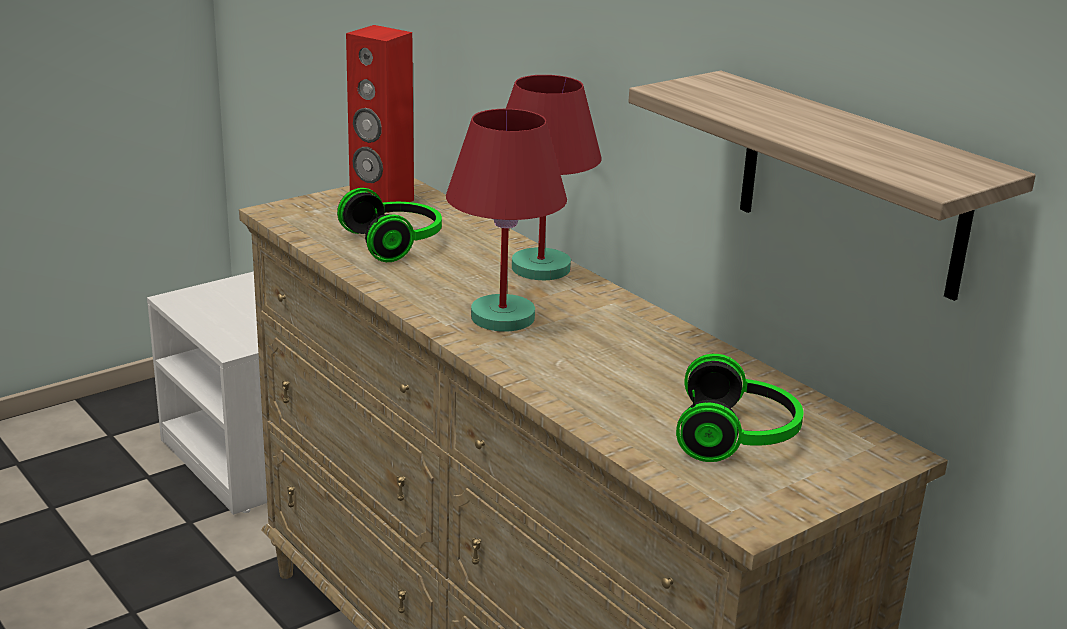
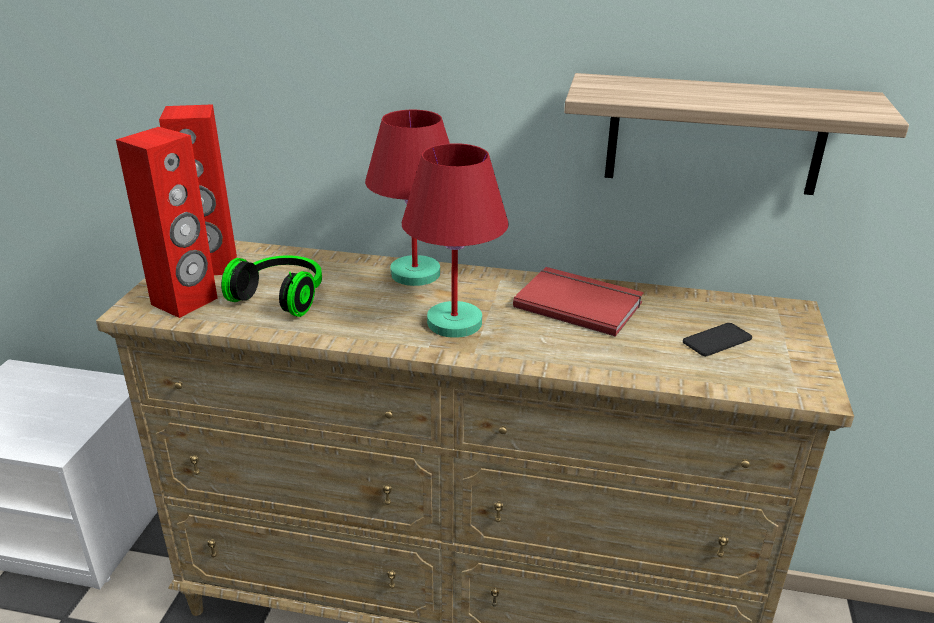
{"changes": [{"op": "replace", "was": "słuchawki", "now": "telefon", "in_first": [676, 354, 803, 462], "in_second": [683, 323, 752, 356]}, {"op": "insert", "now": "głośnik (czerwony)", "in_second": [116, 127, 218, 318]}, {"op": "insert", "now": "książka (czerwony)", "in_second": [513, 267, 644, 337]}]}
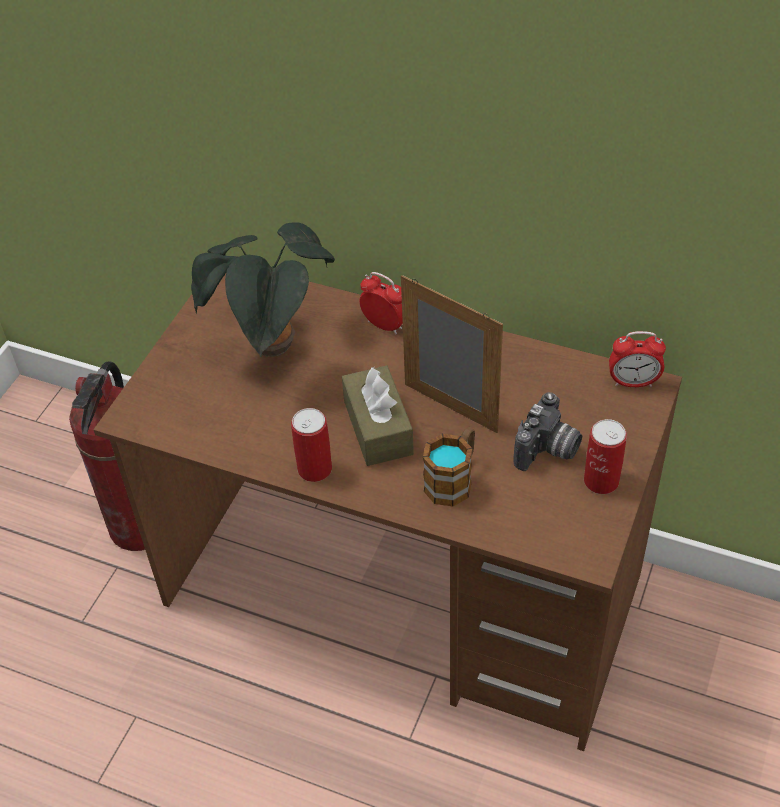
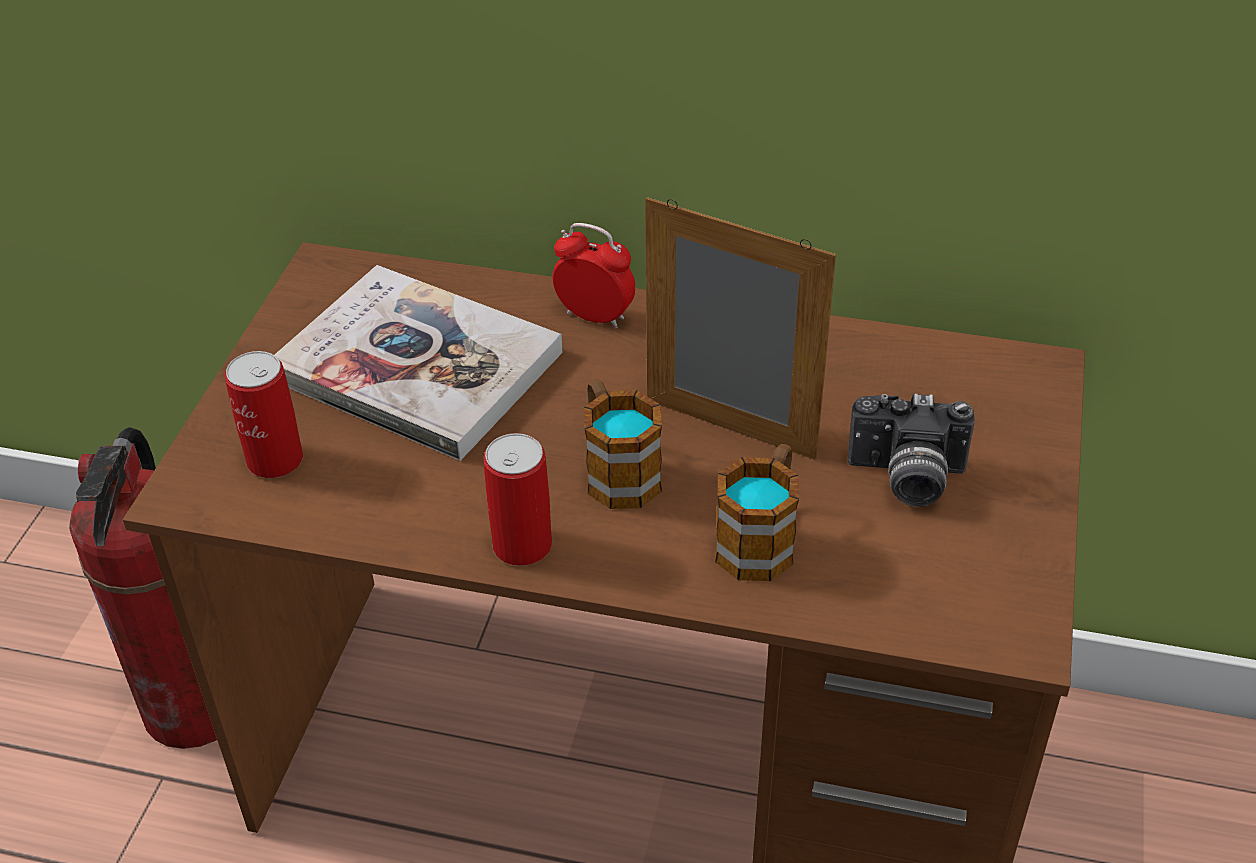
{"changes": [{"op": "replace", "was": "roślina doniczkowa", "now": "książka", "in_first": [191, 223, 335, 357], "in_second": [274, 265, 563, 461]}, {"op": "delete", "was": "budzik", "in_first": [609, 331, 666, 387]}, {"op": "replace", "was": "pudełko chusteczek (brązowy)", "now": "kubek", "in_first": [342, 365, 414, 466], "in_second": [584, 379, 662, 509]}, {"op": "rotate", "was": "aparat fotograficzny", "in_first": [513, 392, 582, 471], "in_second": [848, 394, 975, 507], "clockwise": 75}, {"op": "move", "was": "puszka", "in_first": [584, 419, 627, 494], "in_second": [225, 351, 303, 478]}]}
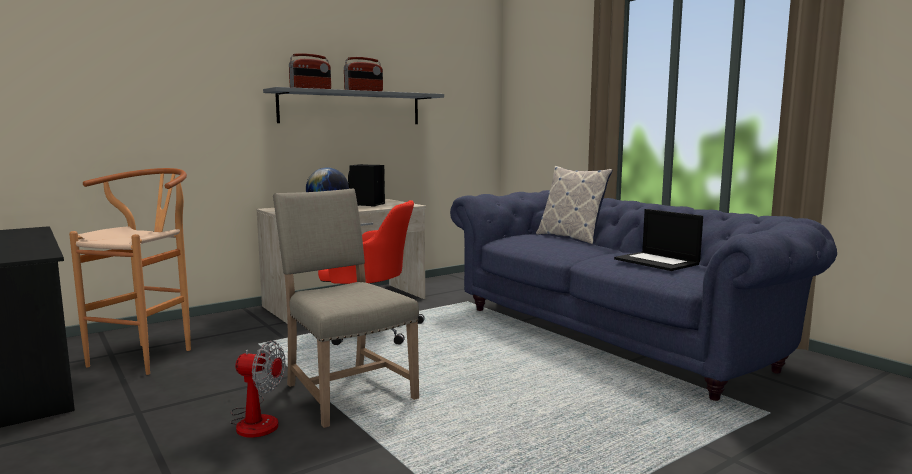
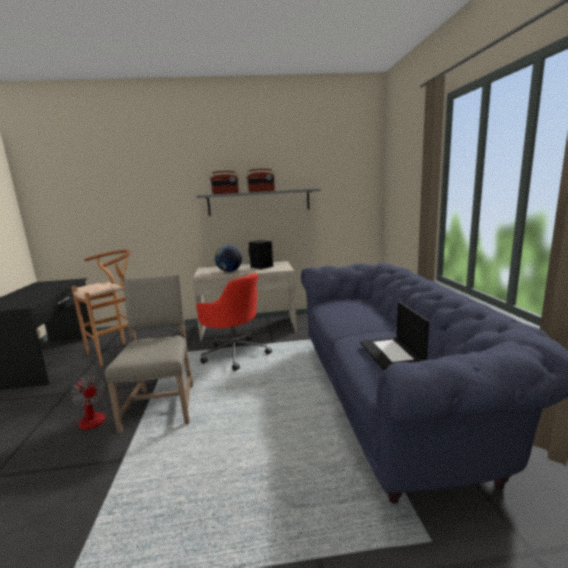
{"changes": [{"op": "delete", "was": "poduszka", "in_first": [536, 166, 612, 244]}]}
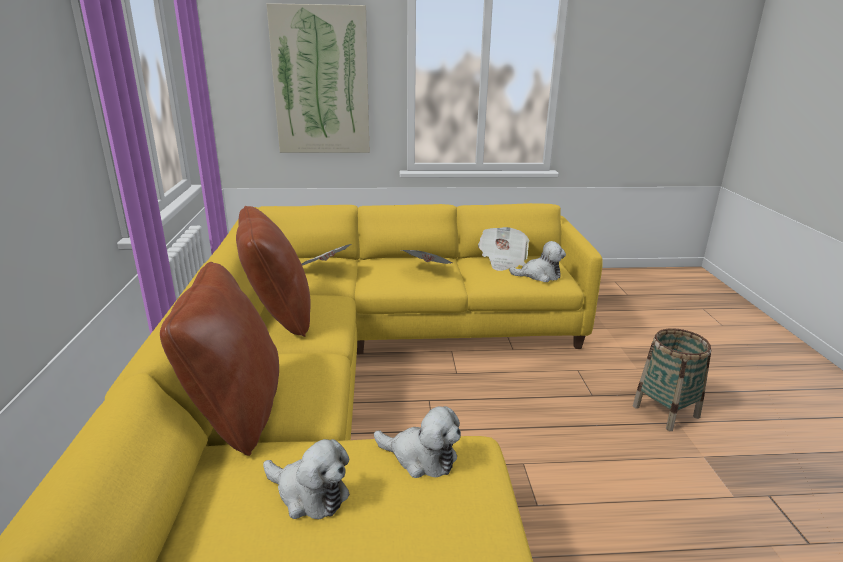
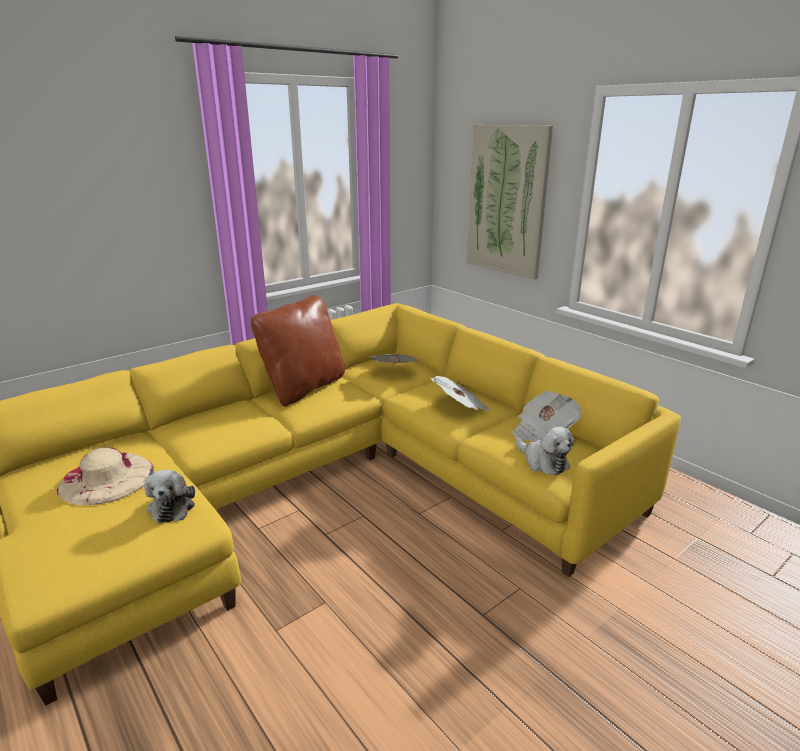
{"changes": [{"op": "delete", "was": "poduszka (brązowy)", "in_first": [160, 262, 279, 456]}, {"op": "delete", "was": "koszyk", "in_first": [633, 328, 711, 431]}, {"op": "replace", "was": "pluszak", "now": "kapelusz (beżowy)", "in_first": [263, 439, 350, 520], "in_second": [57, 448, 154, 505]}]}
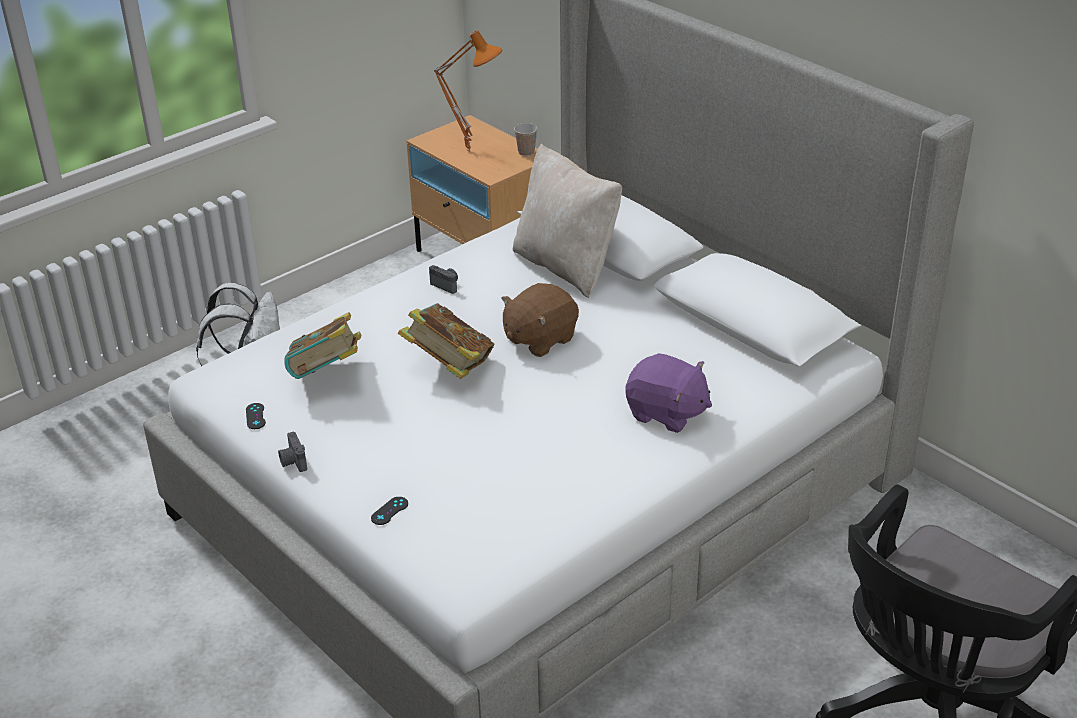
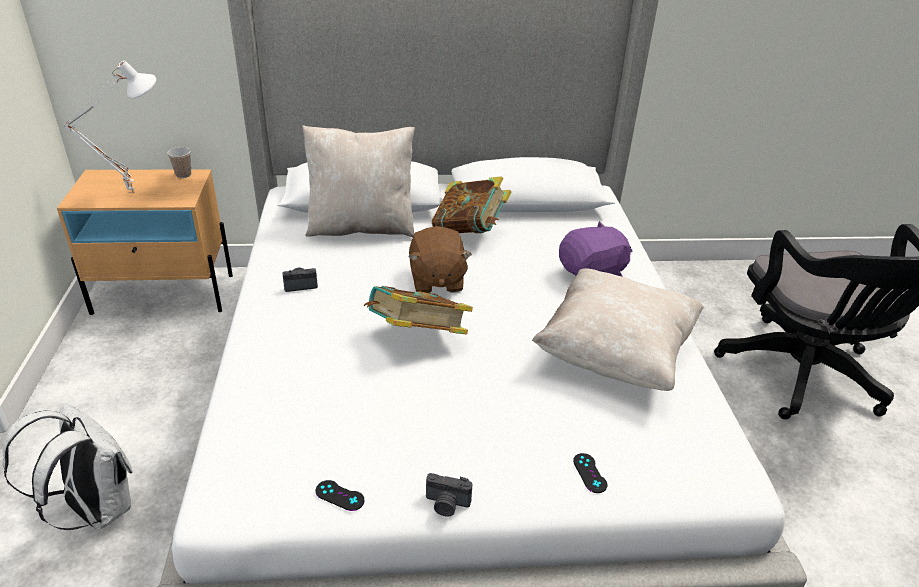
{"changes": [{"op": "recolor", "was": "lampa stołowa (pomarańczowy)", "now": "lampa stołowa (biały)", "in_first": [434, 30, 502, 152], "in_second": [64, 61, 156, 193]}, {"op": "move", "was": "książka", "in_first": [284, 312, 361, 379], "in_second": [432, 176, 511, 233]}, {"op": "insert", "now": "poduszka (beżowy)", "in_second": [532, 268, 704, 391]}]}
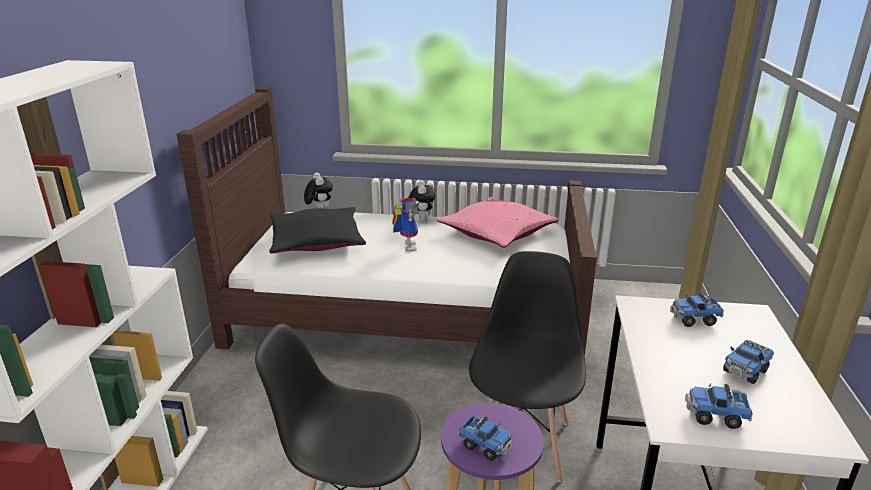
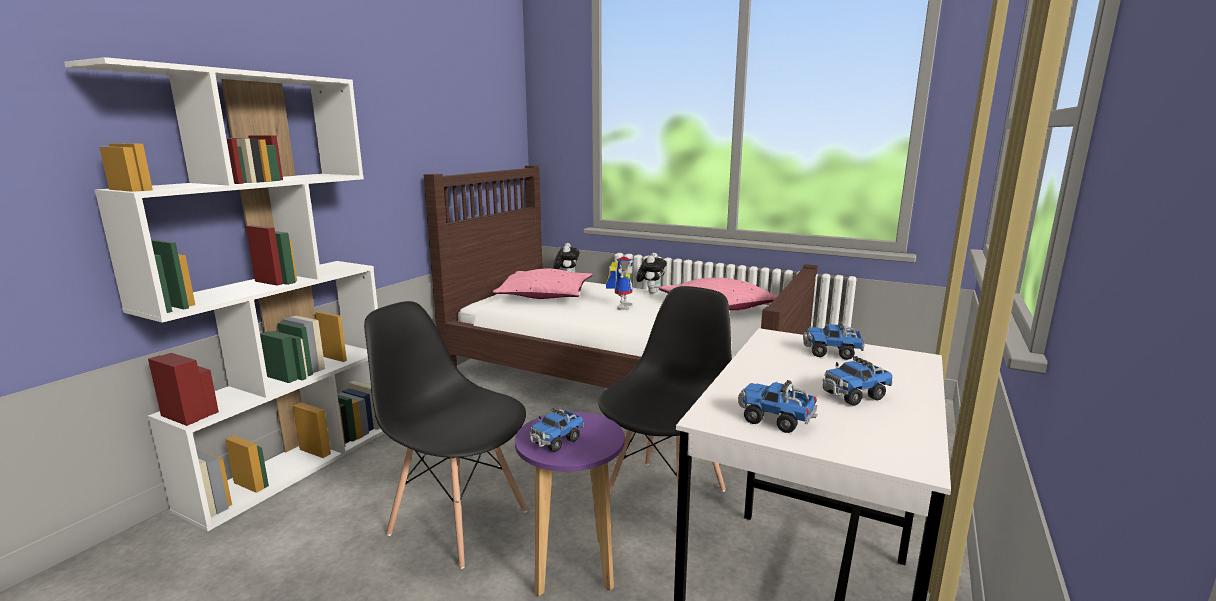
{"changes": [{"op": "recolor", "was": "poduszka (czarny)", "now": "poduszka (różowy)", "in_first": [269, 207, 366, 253], "in_second": [493, 268, 592, 299]}, {"op": "rotate", "was": "ciężarówka zabawkowa", "in_first": [458, 415, 513, 461], "in_second": [530, 408, 584, 452], "clockwise": 75}]}
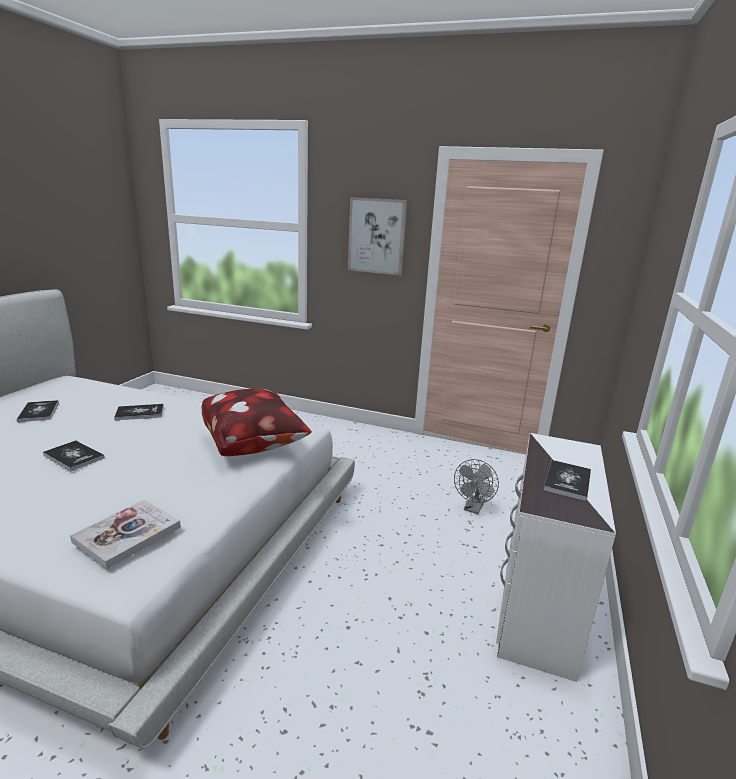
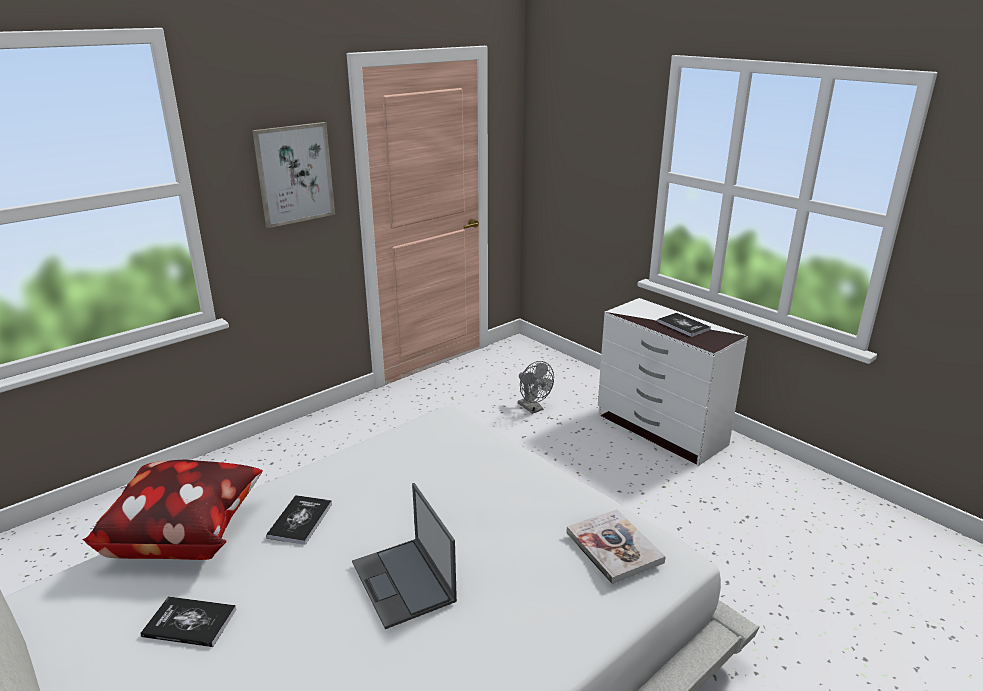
{"changes": [{"op": "move", "was": "poduszka", "in_first": [201, 388, 312, 456], "in_second": [82, 459, 263, 560]}, {"op": "replace", "was": "książka", "now": "laptop", "in_first": [43, 440, 105, 471], "in_second": [352, 483, 457, 629]}]}
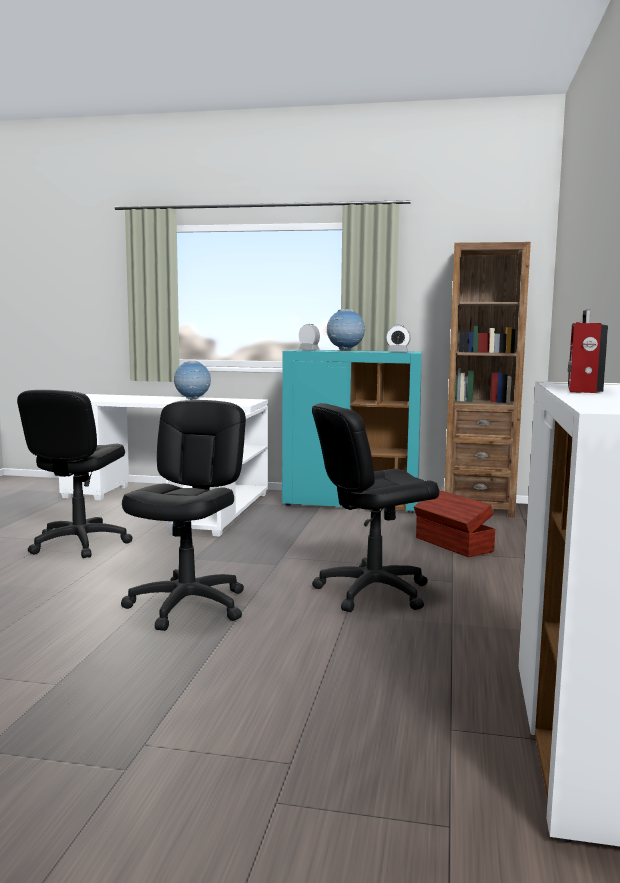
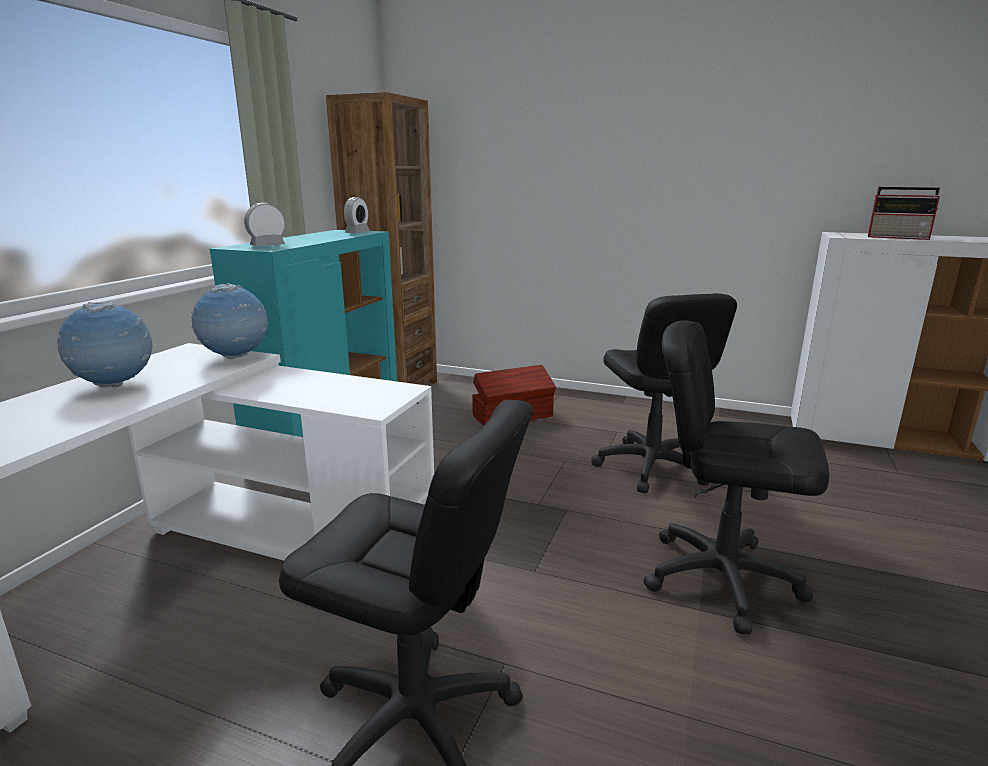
{"changes": [{"op": "move", "was": "globus", "in_first": [327, 309, 365, 351], "in_second": [191, 283, 269, 359]}]}
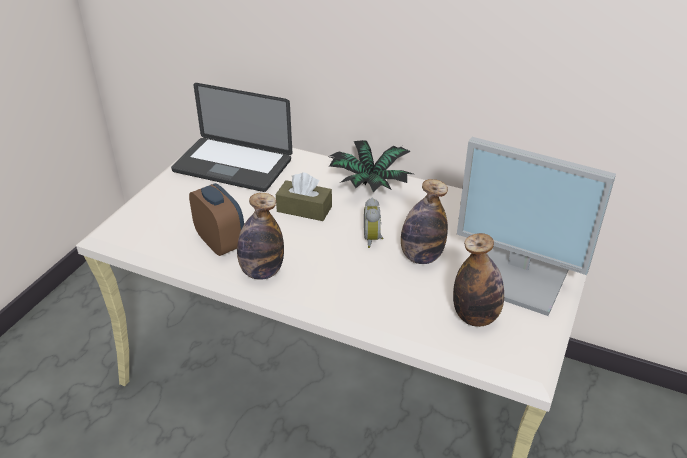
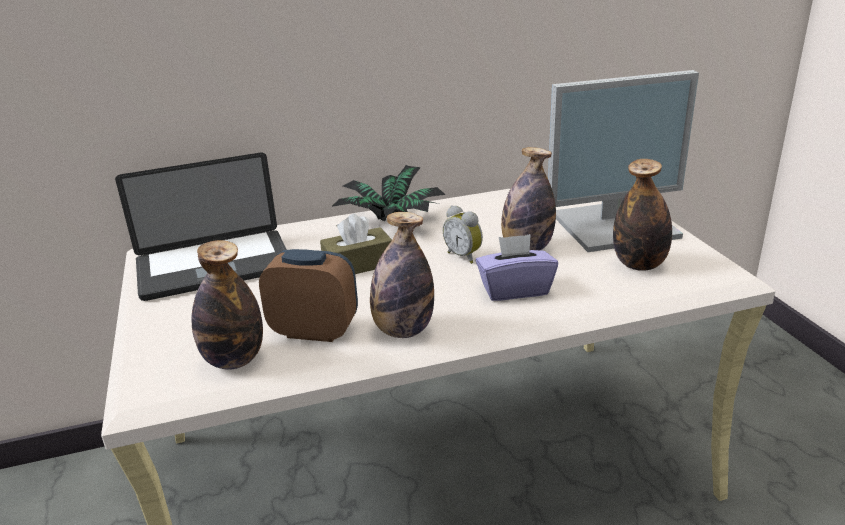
{"changes": [{"op": "insert", "now": "pudełko chusteczek (fioletowy)", "in_second": [476, 234, 558, 301]}, {"op": "insert", "now": "butelka", "in_second": [191, 240, 263, 370]}]}
